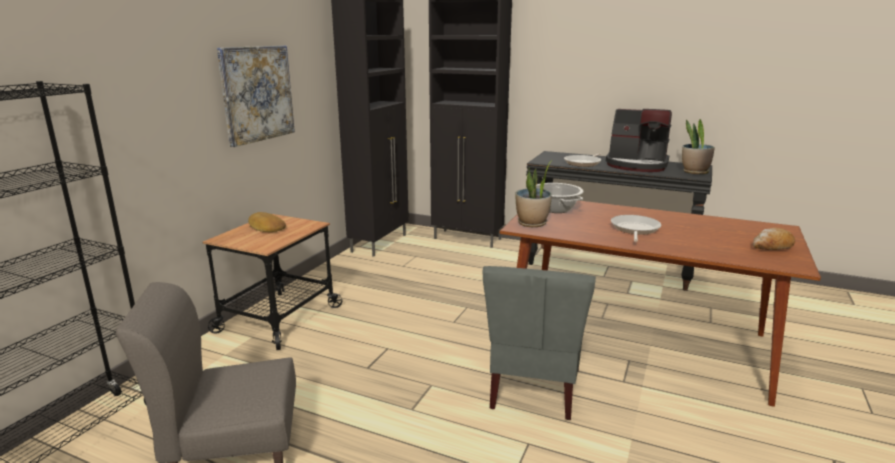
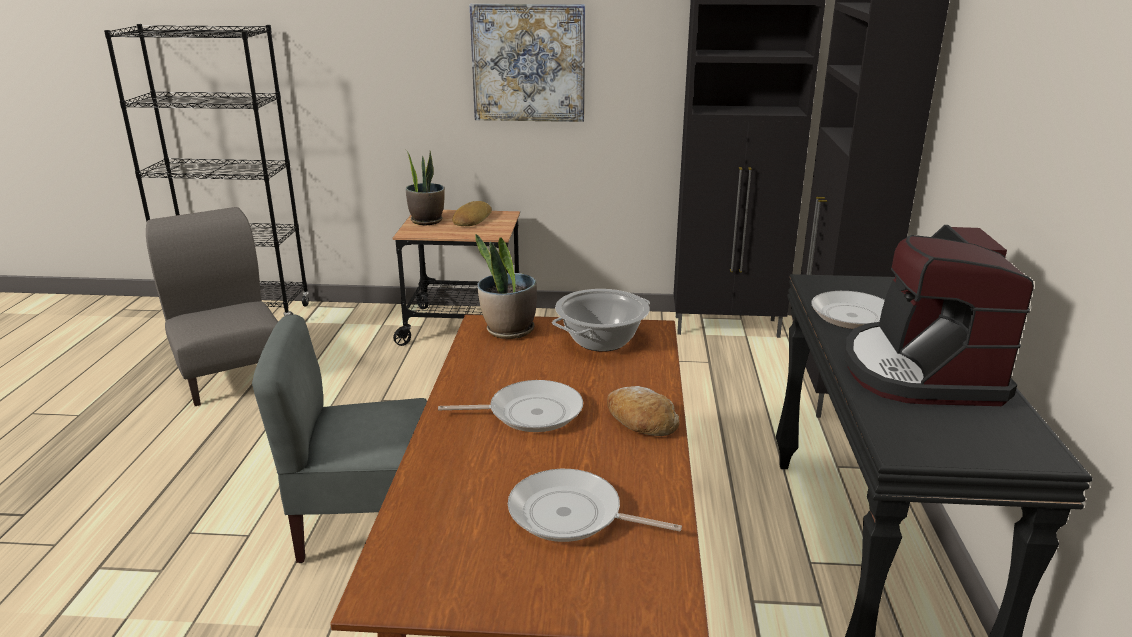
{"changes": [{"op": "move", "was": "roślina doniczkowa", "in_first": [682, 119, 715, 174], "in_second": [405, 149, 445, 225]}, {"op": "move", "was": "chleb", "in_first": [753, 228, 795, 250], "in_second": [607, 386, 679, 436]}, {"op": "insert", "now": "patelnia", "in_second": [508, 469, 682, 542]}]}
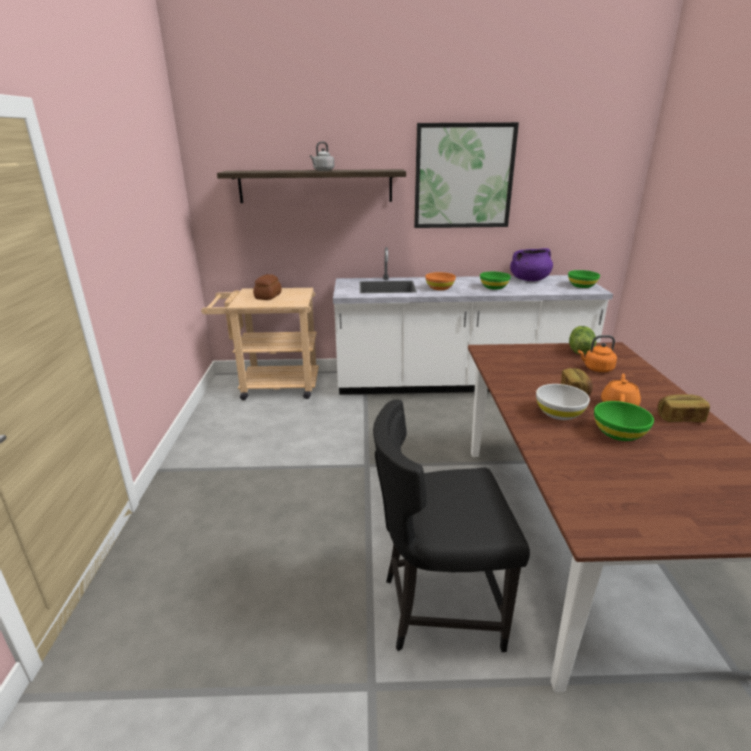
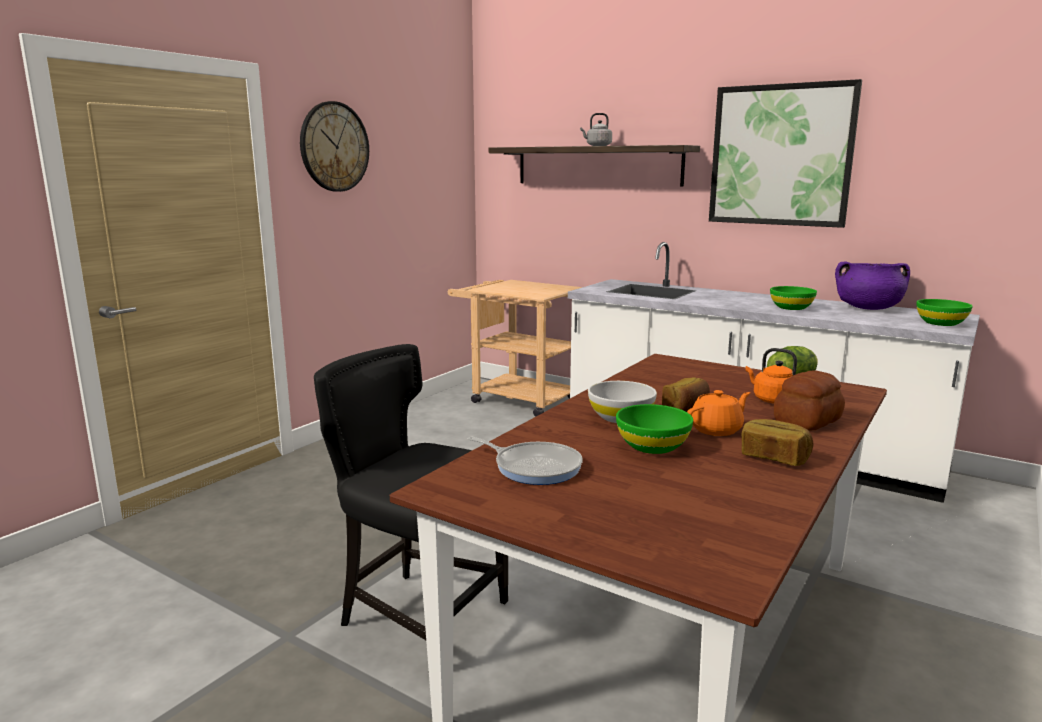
{"changes": [{"op": "delete", "was": "miska (pomarańczowy)", "in_first": [425, 272, 456, 290]}, {"op": "move", "was": "chleb", "in_first": [253, 274, 281, 300], "in_second": [774, 371, 845, 430]}, {"op": "insert", "now": "zegar ścienny", "in_second": [300, 101, 369, 192]}, {"op": "insert", "now": "patelnia", "in_second": [468, 437, 583, 485]}]}
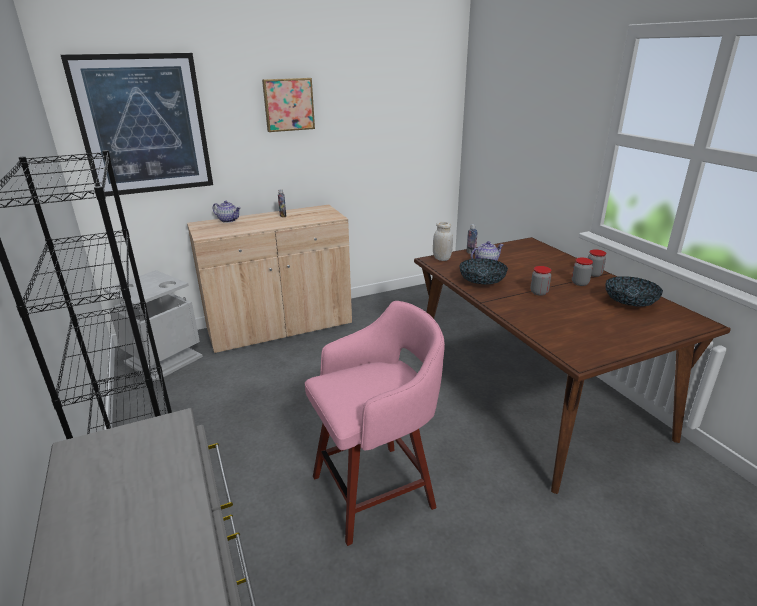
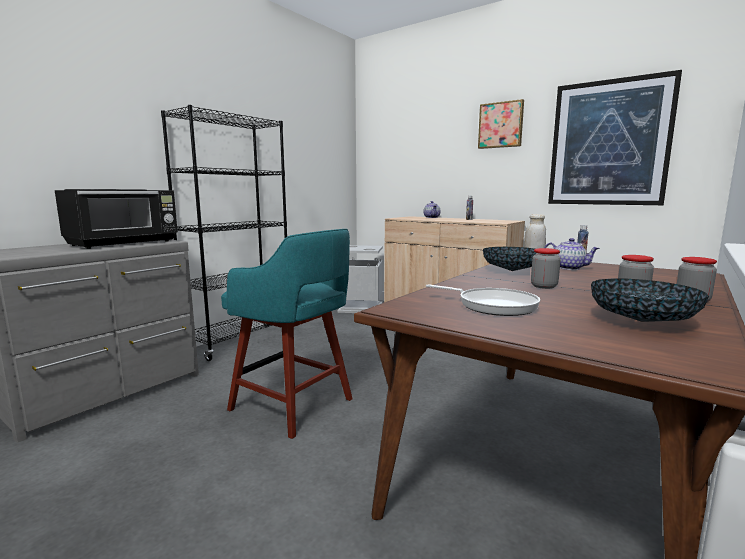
{"changes": [{"op": "move", "was": "obraz", "in_first": [61, 53, 213, 197], "in_second": [548, 70, 682, 205]}, {"op": "recolor", "was": "stołek (różowy)", "now": "stołek (turkusowy)", "in_first": [305, 301, 445, 546], "in_second": [221, 229, 353, 439]}, {"op": "insert", "now": "mikrofalówka (czarny)", "in_second": [55, 189, 178, 249]}, {"op": "insert", "now": "patelnia", "in_second": [426, 284, 541, 316]}]}
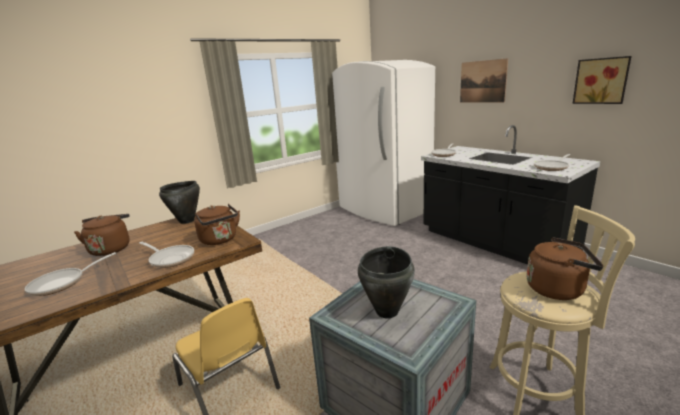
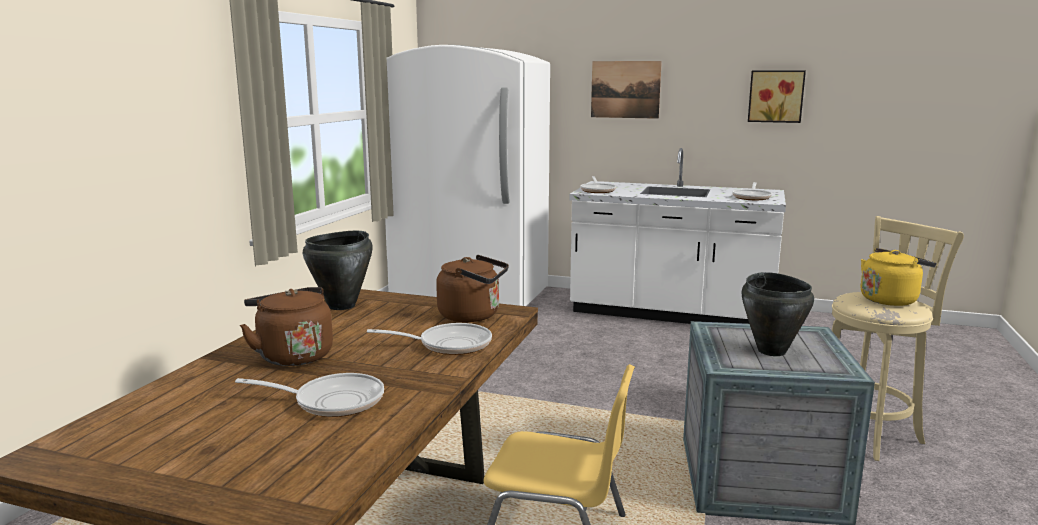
{"changes": [{"op": "recolor", "was": "zabudowa kuchenna (czarny)", "now": "zabudowa kuchenna (biały)", "in_first": [421, 125, 600, 265], "in_second": [570, 148, 786, 324]}, {"op": "recolor", "was": "czajnik (brązowy)", "now": "czajnik (żółty)", "in_first": [526, 237, 603, 300], "in_second": [860, 248, 936, 306]}, {"op": "rotate", "was": "patelnia", "in_first": [25, 252, 116, 296], "in_second": [235, 373, 384, 417], "clockwise": -90}]}
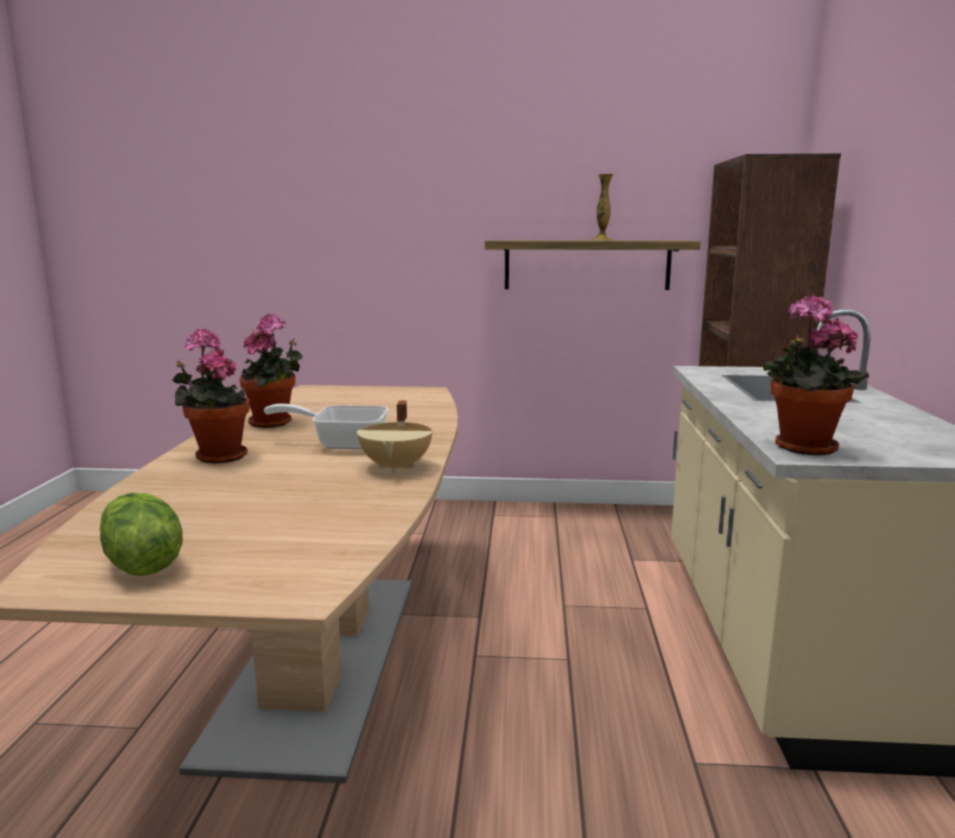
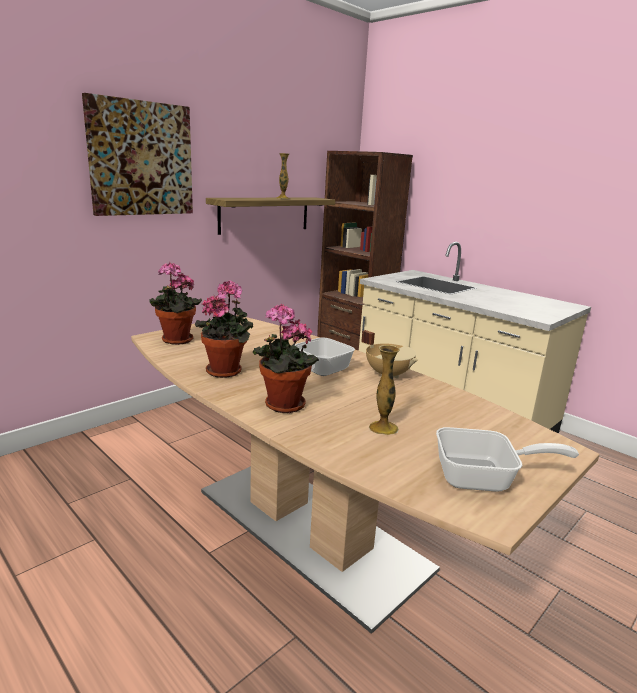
{"changes": [{"op": "move", "was": "roślina doniczkowa", "in_first": [763, 294, 869, 456], "in_second": [149, 262, 202, 345]}, {"op": "replace", "was": "sałata", "now": "patelnia", "in_first": [100, 492, 183, 576], "in_second": [436, 427, 579, 492]}, {"op": "insert", "now": "obraz", "in_second": [82, 93, 193, 216]}, {"op": "insert", "now": "wazon", "in_second": [369, 345, 400, 435]}]}
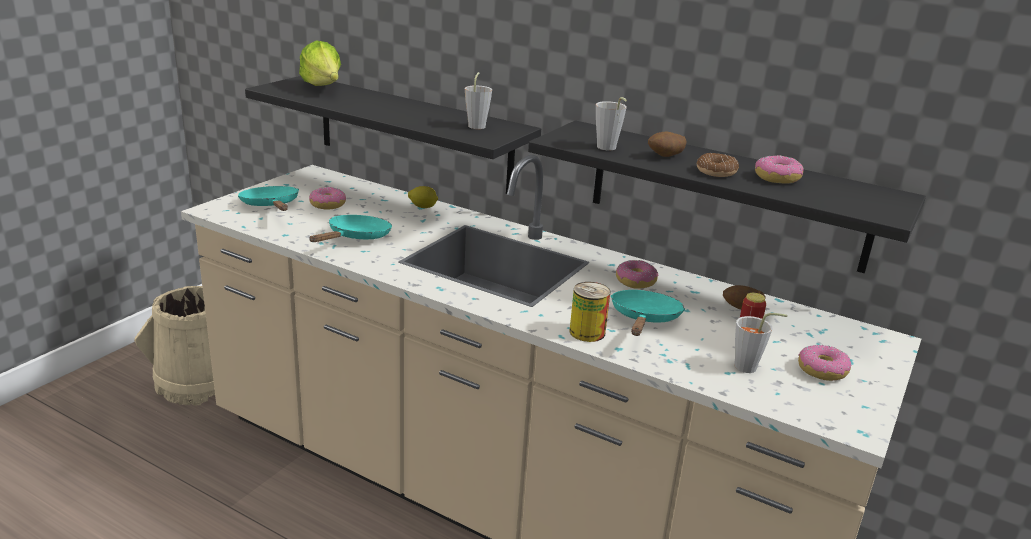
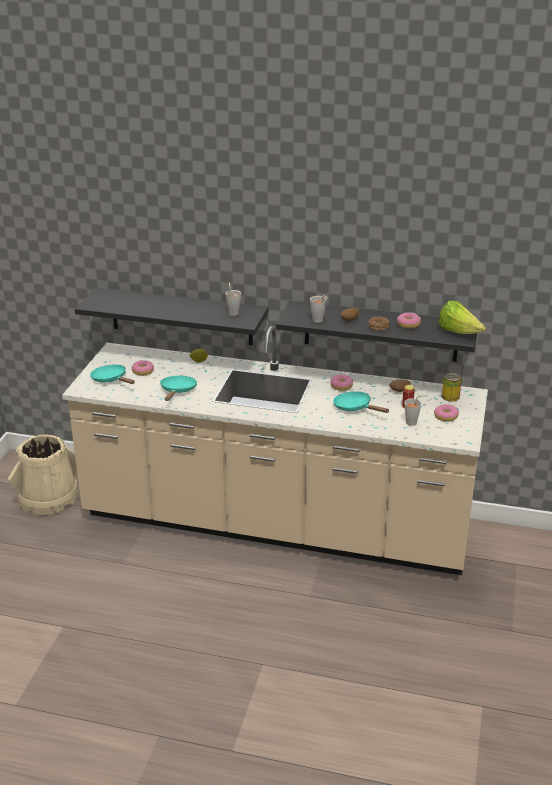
{"changes": [{"op": "move", "was": "sałata", "in_first": [299, 41, 341, 86], "in_second": [439, 301, 486, 334]}, {"op": "move", "was": "puszka", "in_first": [569, 282, 610, 342], "in_second": [442, 372, 462, 402]}, {"op": "rotate", "was": "patelnia (turkusowy)", "in_first": [611, 290, 685, 336], "in_second": [333, 391, 389, 413], "clockwise": -45}]}
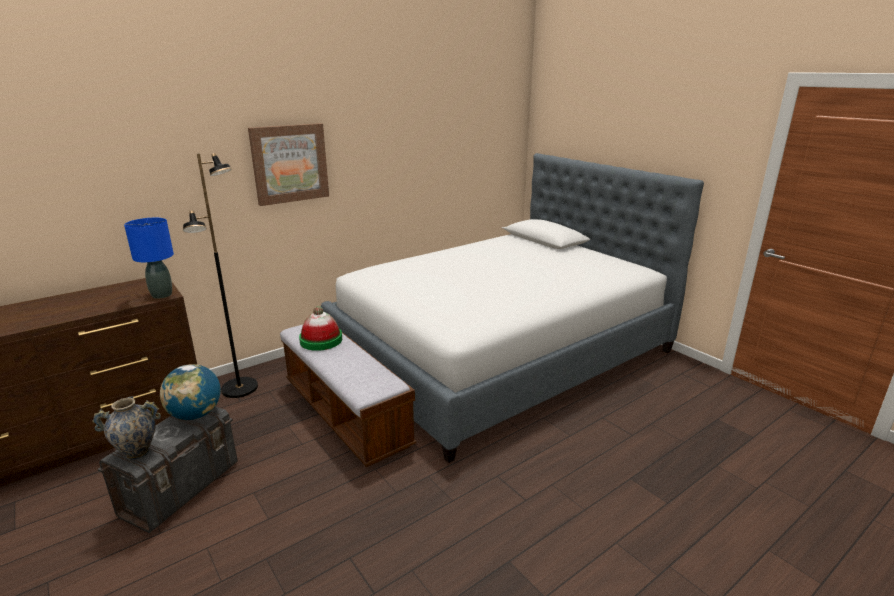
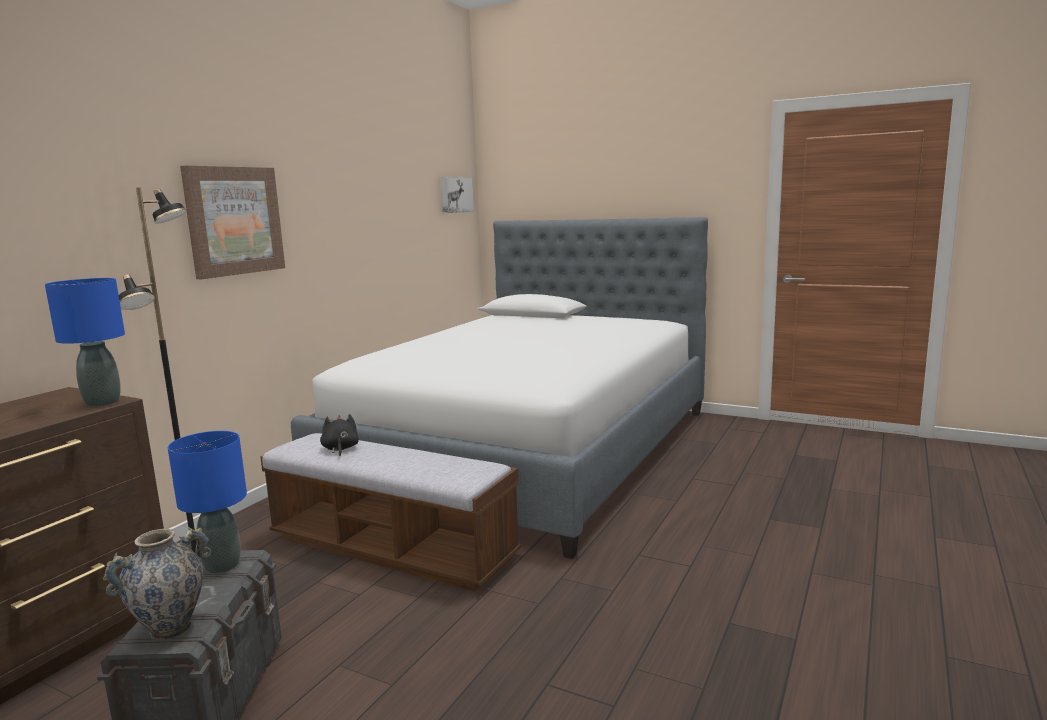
{"changes": [{"op": "replace", "was": "kapelusz", "now": "pluszak (czarny)", "in_first": [299, 306, 342, 351], "in_second": [320, 414, 359, 456]}, {"op": "replace", "was": "globus", "now": "lampa stołowa (niebieski)", "in_first": [160, 364, 221, 420], "in_second": [168, 431, 247, 574]}, {"op": "insert", "now": "obraz", "in_second": [440, 177, 474, 213]}]}
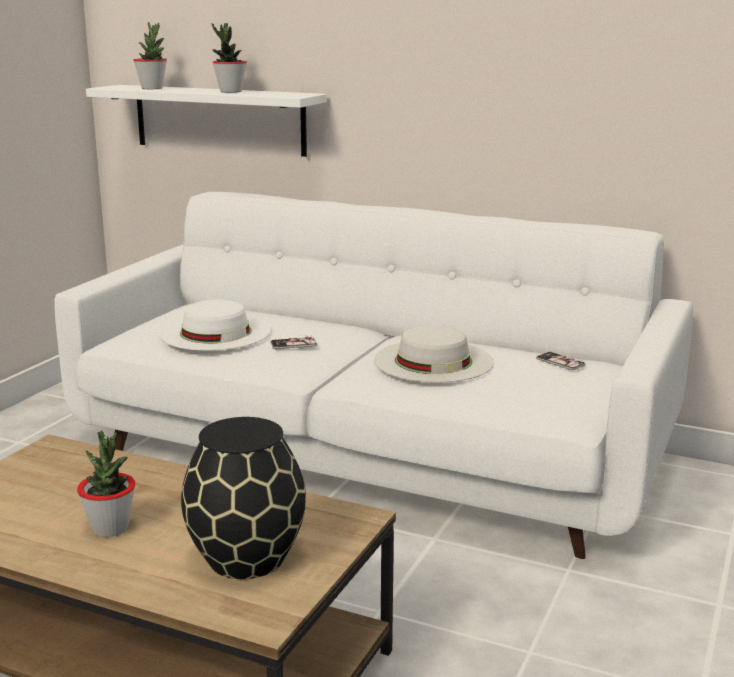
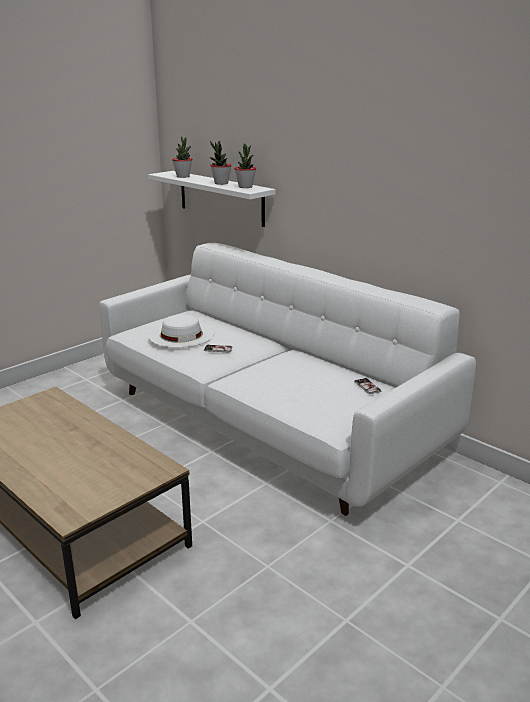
{"changes": [{"op": "delete", "was": "kapelusz (biały)", "in_first": [374, 325, 494, 383]}, {"op": "delete", "was": "wazon (czarny)", "in_first": [181, 417, 306, 579]}, {"op": "move", "was": "roślina doniczkowa", "in_first": [77, 430, 135, 537], "in_second": [234, 144, 256, 188]}]}
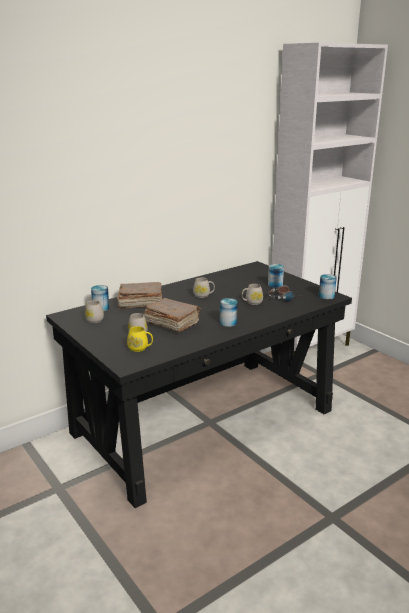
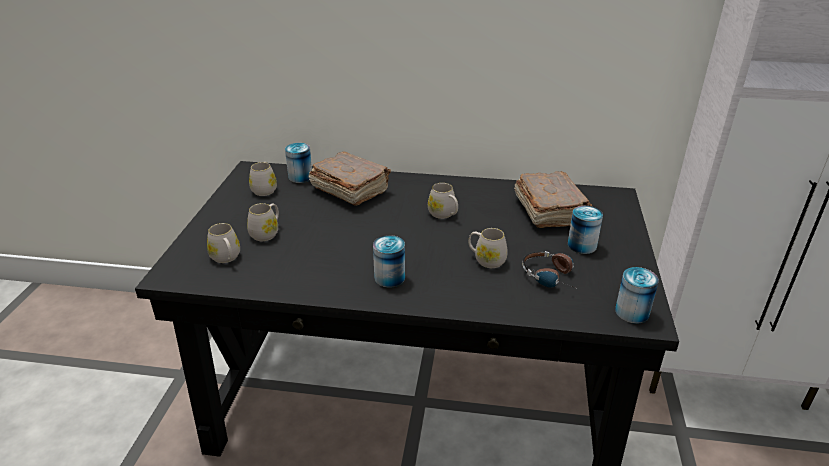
{"changes": [{"op": "move", "was": "książka (brązowy)", "in_first": [143, 298, 201, 332], "in_second": [514, 171, 592, 228]}, {"op": "recolor", "was": "kubek (żółty)", "now": "kubek (biały)", "in_first": [127, 326, 153, 352], "in_second": [207, 223, 240, 263]}]}
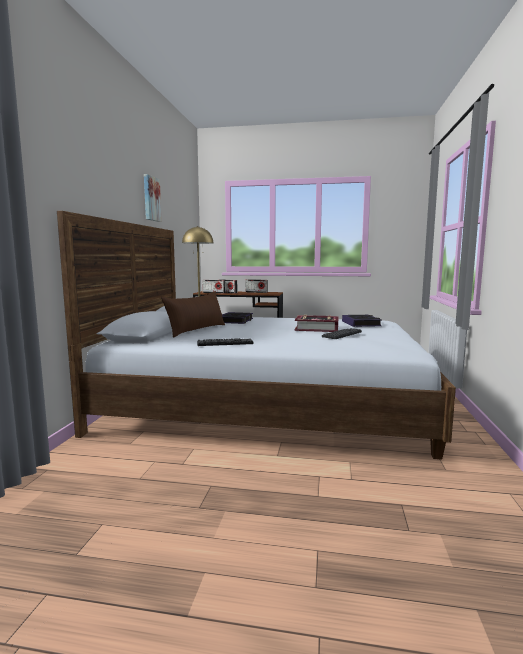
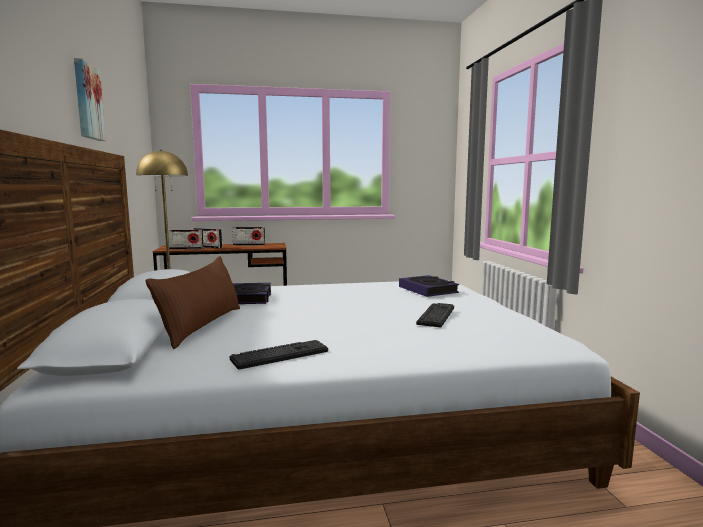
{"changes": [{"op": "delete", "was": "książka", "in_first": [295, 315, 338, 332]}]}
